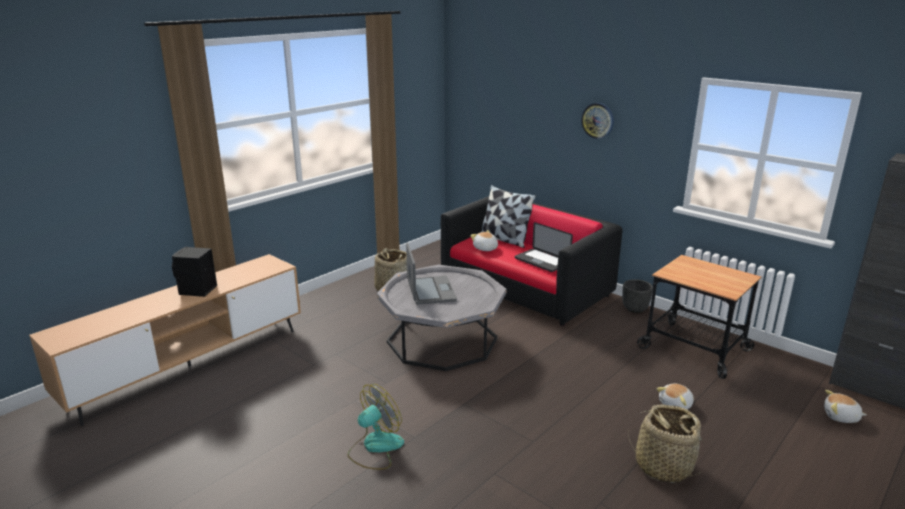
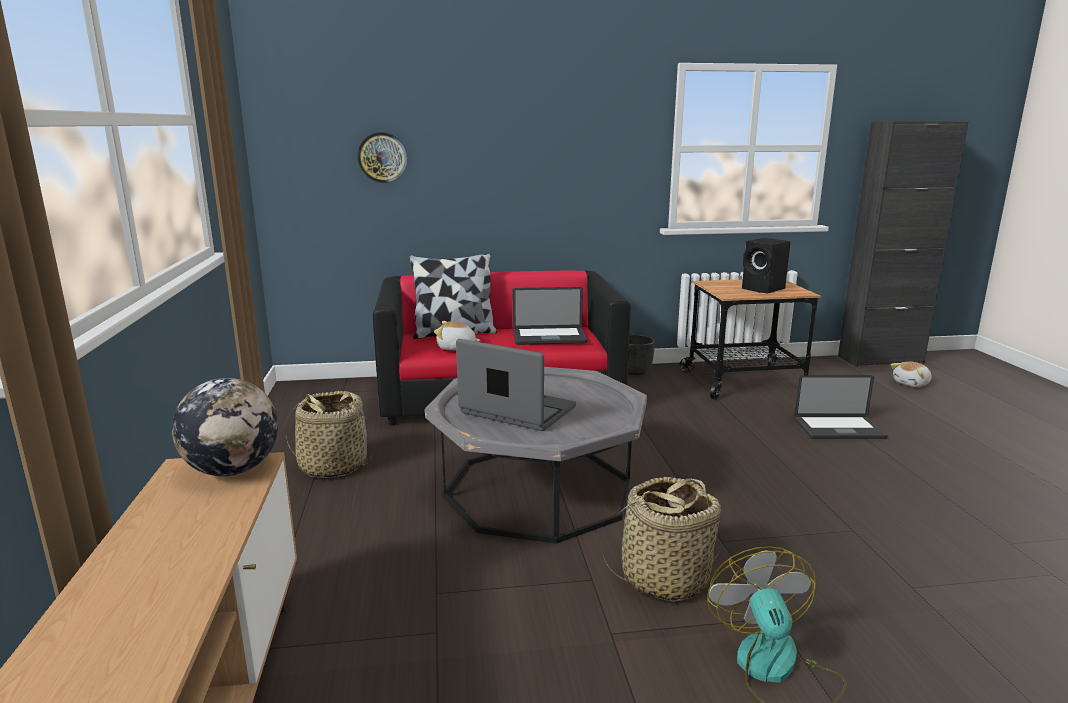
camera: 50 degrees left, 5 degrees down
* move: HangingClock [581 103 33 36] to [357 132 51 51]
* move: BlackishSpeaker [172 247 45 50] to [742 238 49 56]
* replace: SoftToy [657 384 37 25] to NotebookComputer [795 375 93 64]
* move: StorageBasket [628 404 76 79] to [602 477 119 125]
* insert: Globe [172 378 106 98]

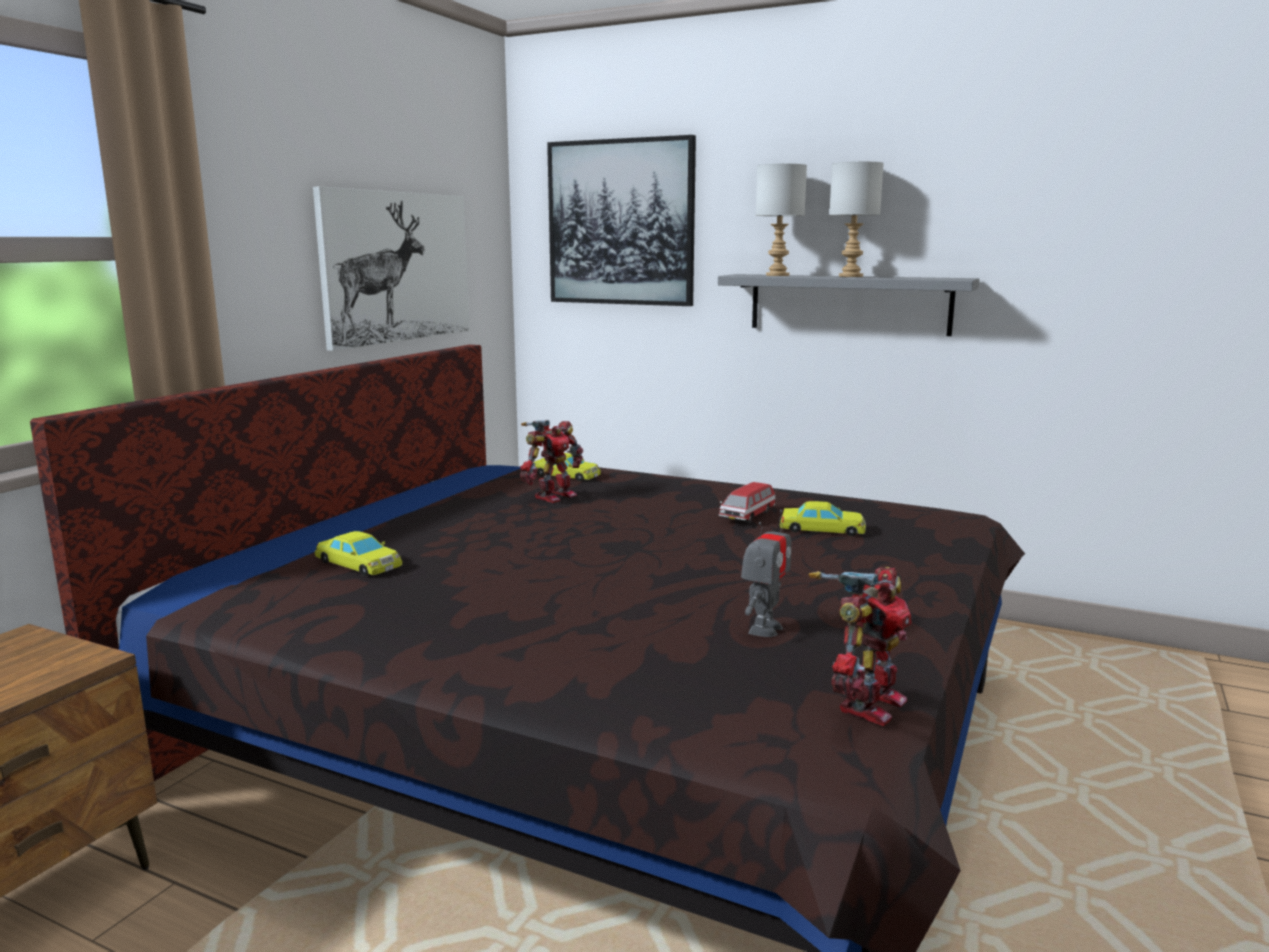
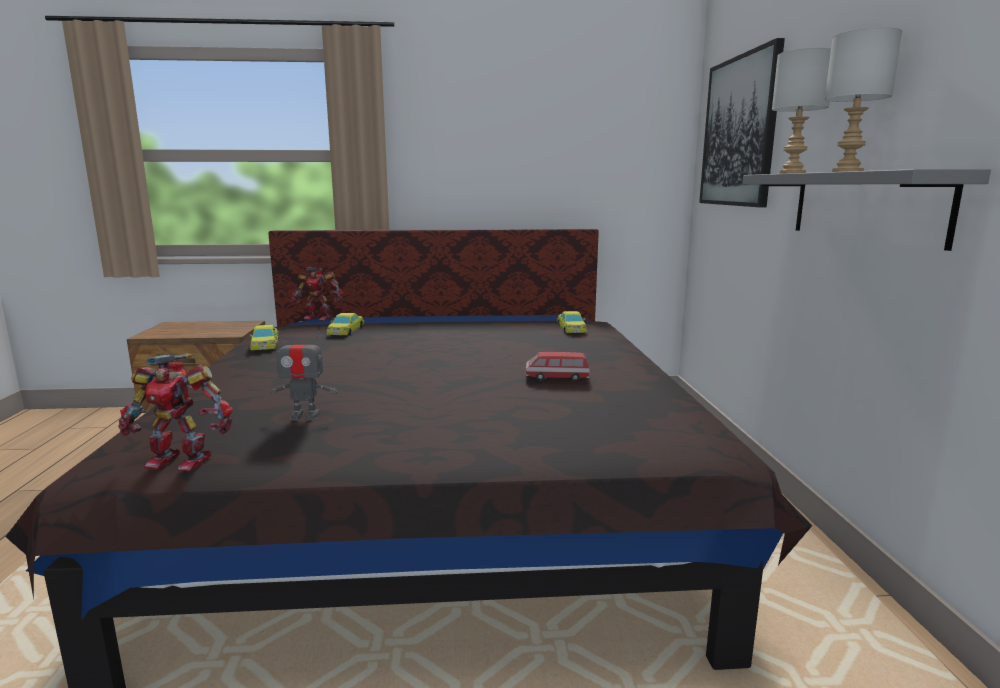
camera: 60 degrees right, 0 degrees up
* delete: WallPicture [313 187 157 164]
* move: ModelRobot [520 420 63 83] to [291 267 53 54]
* move: YellowishModelCar [780 501 86 35] to [249 325 30 25]

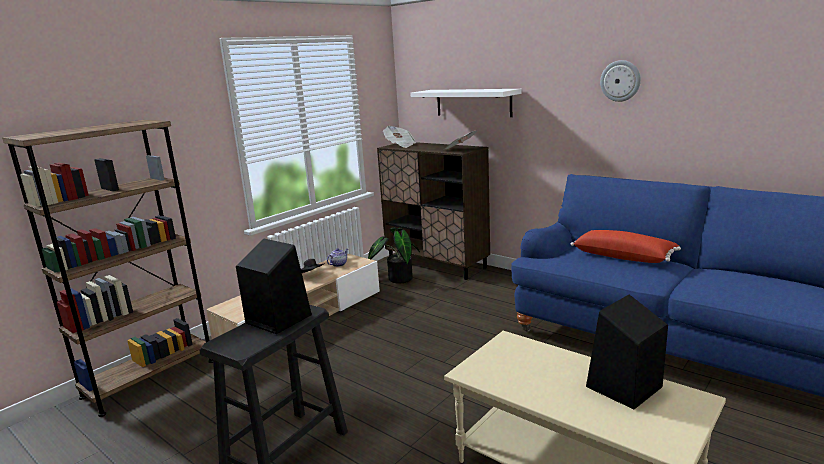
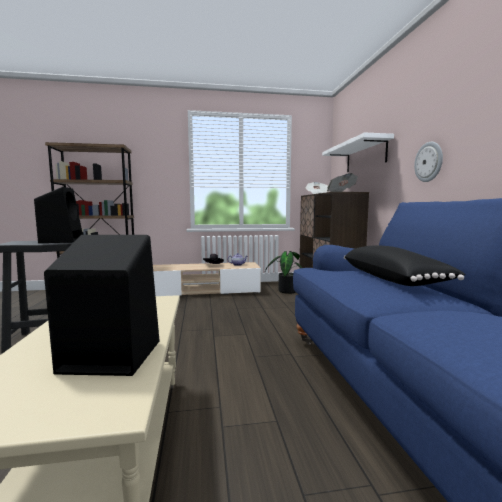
camera: 40 degrees right, 10 degrees down
* move: HangingClock [600 60 41 42] to [414 142 29 40]
* recolor: RedThrowPillow [571 230 110 33] to BlackishThrowPillow [344 245 122 41]

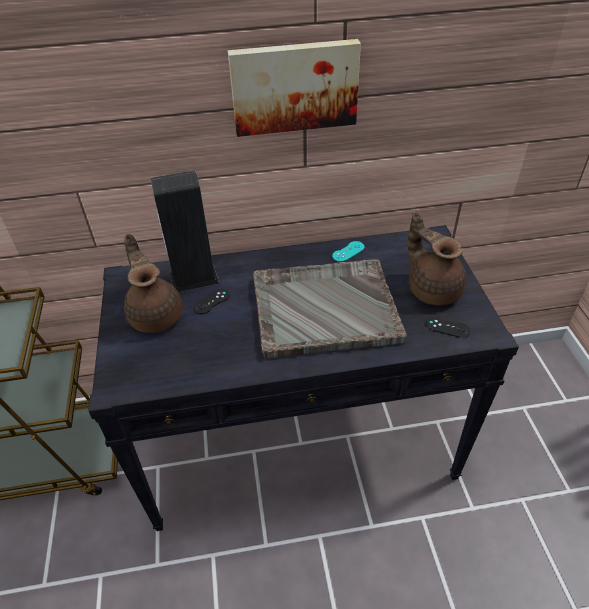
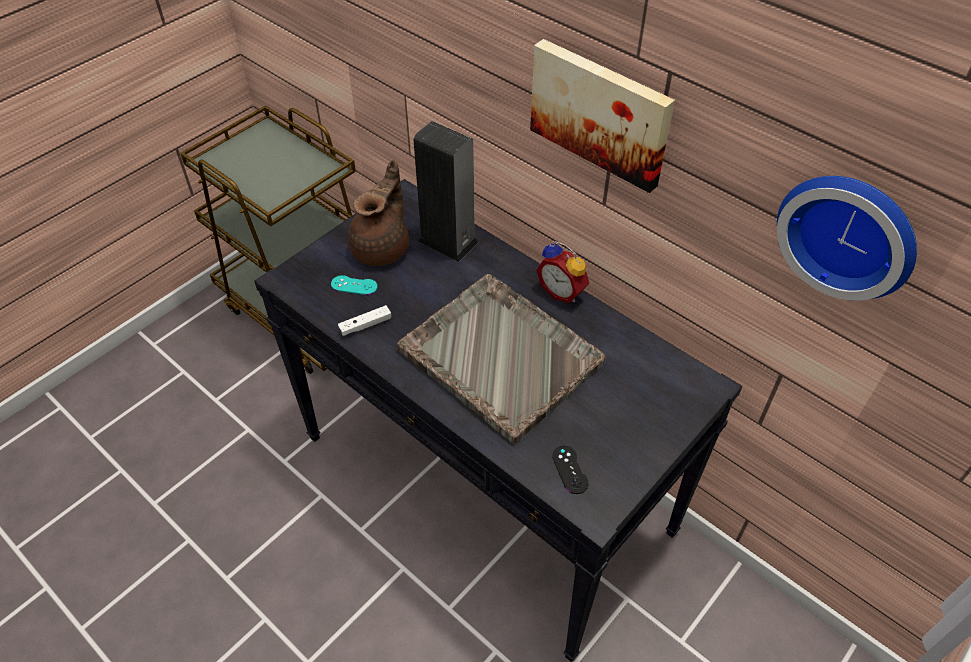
camera: 50 degrees right, 5 degrees up
* delete: BrownColouredTeapot [408 212 58 93]
* move: TurquoiseGameController [332 241 33 21] to [331 275 46 20]
* delete: BlackishGameController [193 289 37 25]
* insert: HangingClock [777 176 140 125]
* insert: AlarmClock [536 241 53 62]
* insert: WhiteColouredGameController [338 305 53 31]

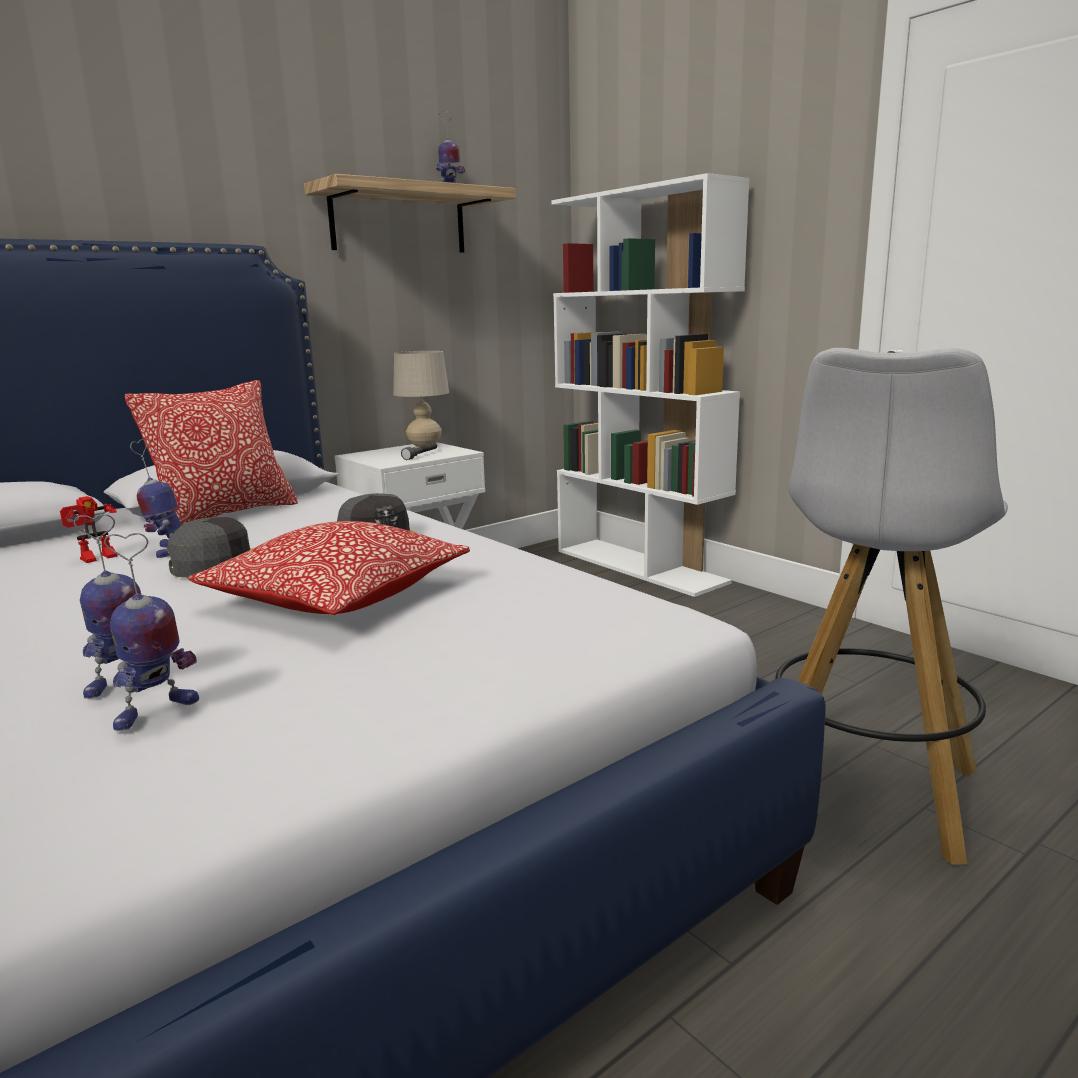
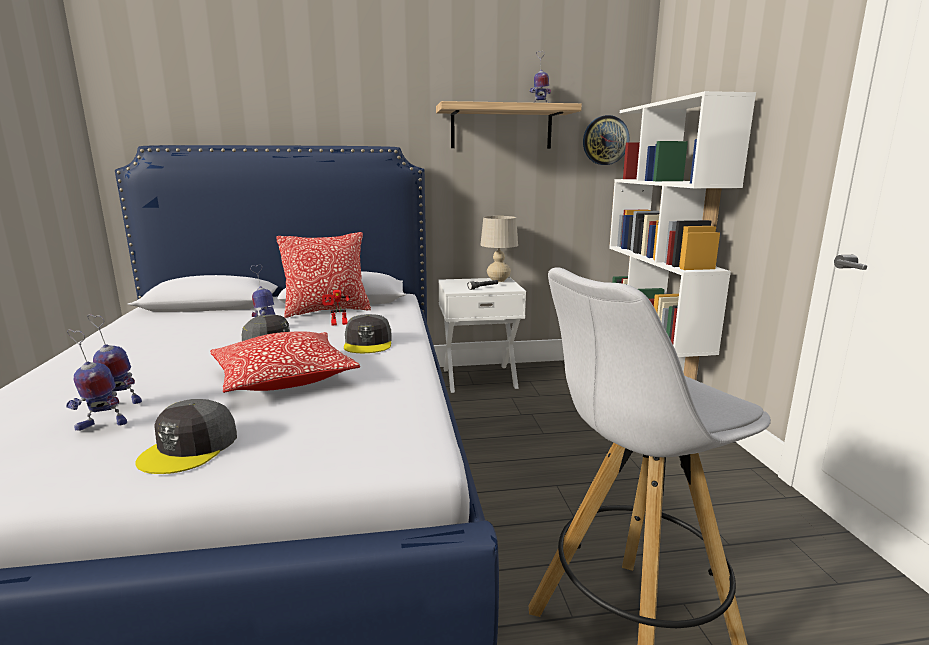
camera: 30 degrees right, 0 degrees up
* move: ModelRobot [60 496 58 67] to [322 290 28 36]
* insert: HangingClock [583 115 46 50]
* insert: GrayPeakedCap [136 399 101 75]

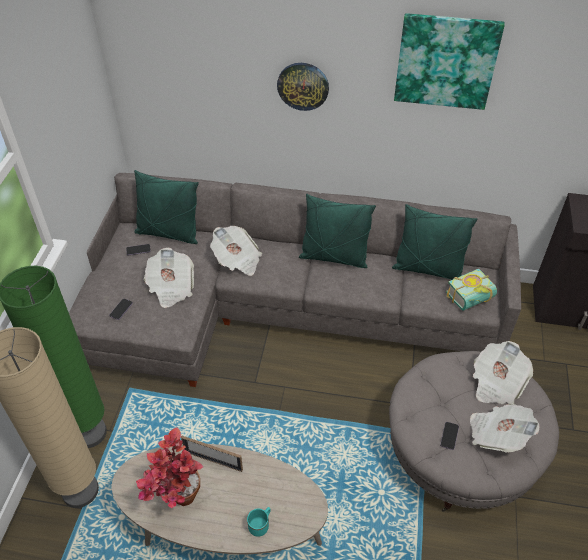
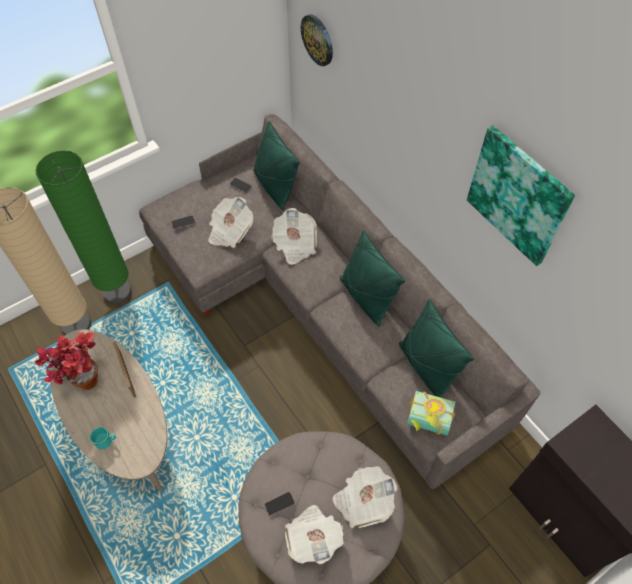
camera: 45 degrees right, 10 degrees up
* move: HangingClock [277 63 52 48] to [301 14 32 52]

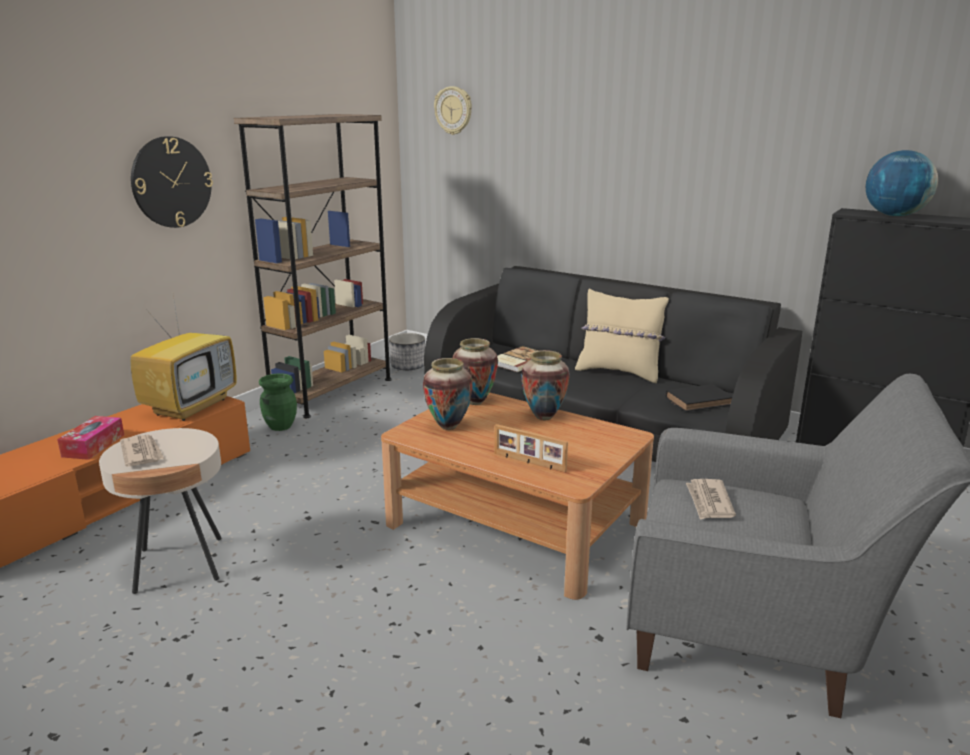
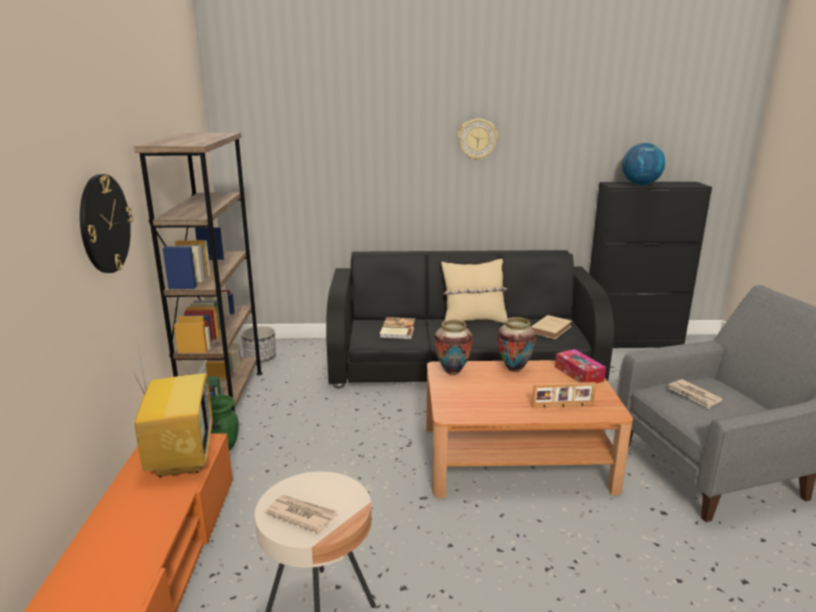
camera: 35 degrees left, 0 degrees up
* move: HangingClock [434 86 38 49] to [458 119 40 42]
* delete: FlowerVase [423 358 50 72]
* recolor: BlackishVolume [666 384 67 28] to SandColouredVolume [531 315 41 24]
* move: BoxOfTissues [57 416 67 44] to [555 349 51 34]

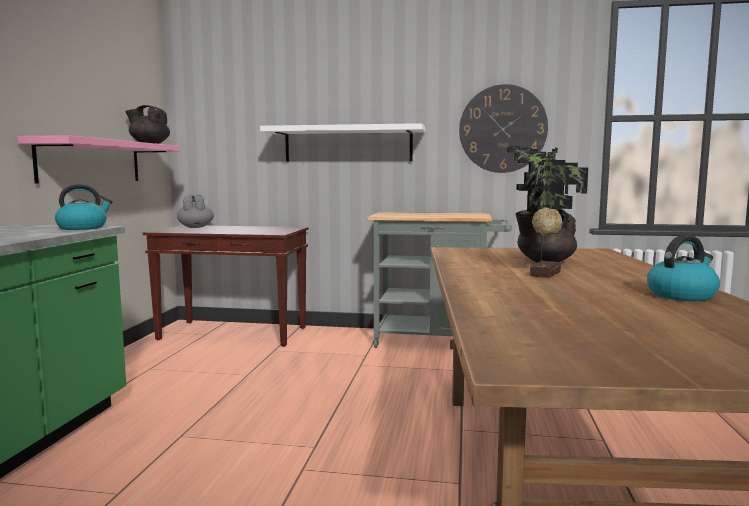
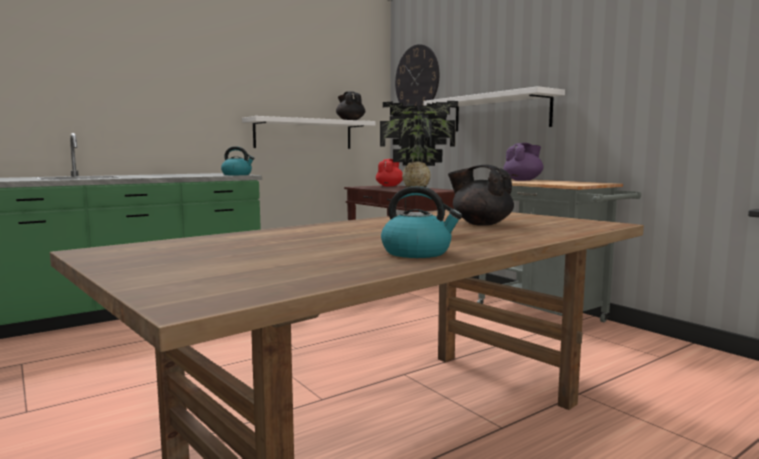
camera: 45 degrees right, 0 degrees up
* move: HangingClock [459 84 89 89] to [395 44 44 66]
* recolor: PinkBracketShelf [18 135 163 48] to WhiteColouredBracketShelf [242 116 134 33]
* recolor: GrayTeapot [177 193 37 35] to RedTeapot [376 159 27 28]
* insert: PurpleTeapot [503 143 40 38]

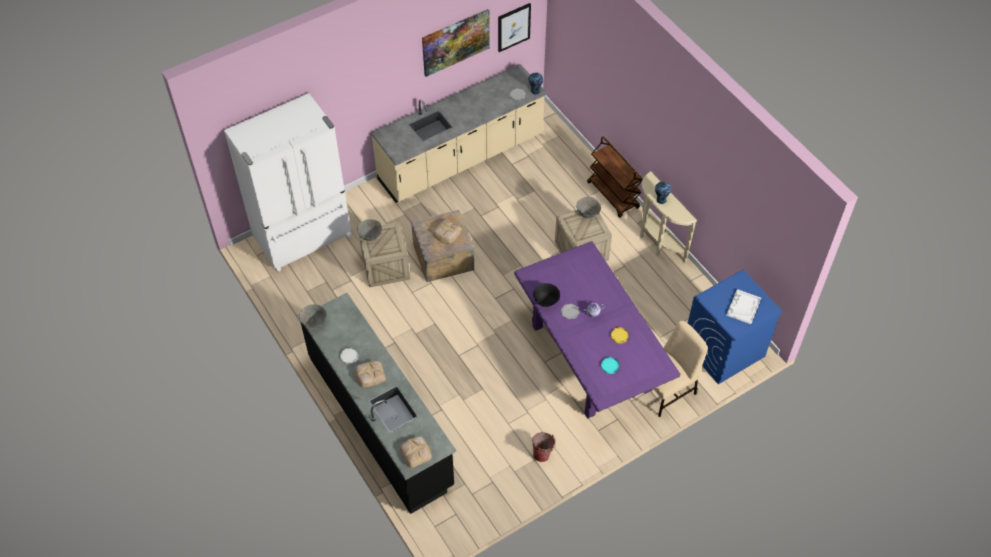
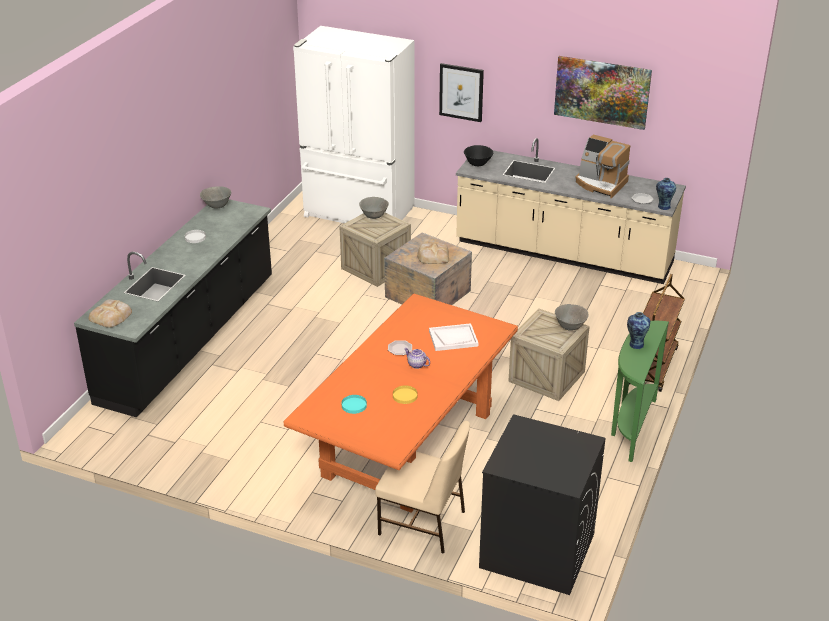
camera: 55 degrees right, 20 degrees down
* move: WallPicture [498 3 33 49] to [439 63 45 59]
* recolor: SandColouredNarrowTable [640 171 57 92] to GreenNarrowTable [611 321 58 141]
* recolor: PurpleDiningTable [514 241 167 177] to OrangeDiningTable [283 293 235 220]
* recolor: BlueLaundryMachine [688 270 95 114] to BlackishLaundryMachine [479 414 127 181]
* move: BlackishServingBowl [533 283 27 24] to [464 145 29 21]
* move: WhiteColouredCarryingTray [727 289 34 35] to [429 323 49 28]
* delete: Bread [355 361 31 27]
* delete: WaterBucket [532 432 24 30]
* insert: CoffeeBrewer [575 134 55 64]

